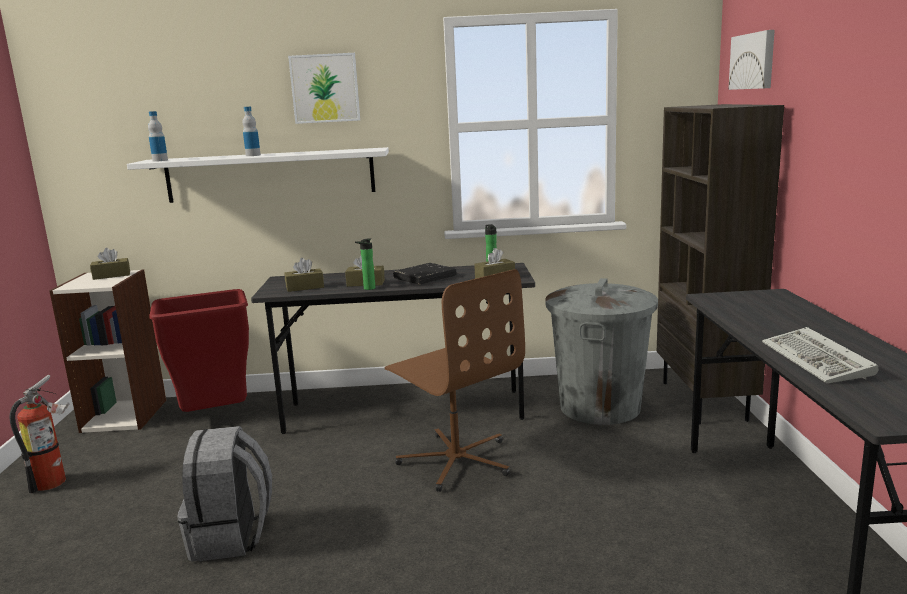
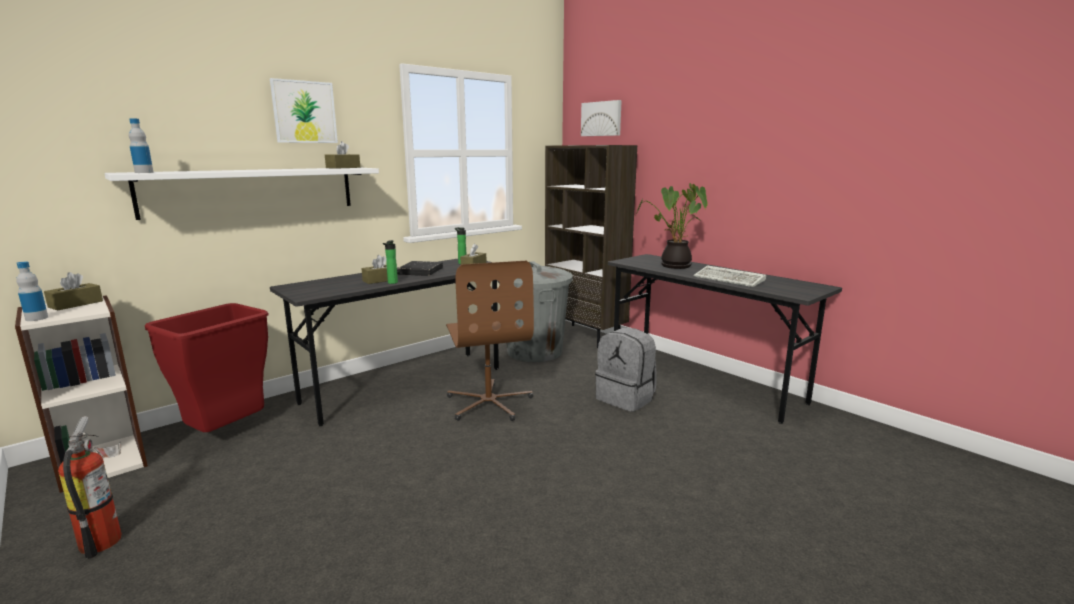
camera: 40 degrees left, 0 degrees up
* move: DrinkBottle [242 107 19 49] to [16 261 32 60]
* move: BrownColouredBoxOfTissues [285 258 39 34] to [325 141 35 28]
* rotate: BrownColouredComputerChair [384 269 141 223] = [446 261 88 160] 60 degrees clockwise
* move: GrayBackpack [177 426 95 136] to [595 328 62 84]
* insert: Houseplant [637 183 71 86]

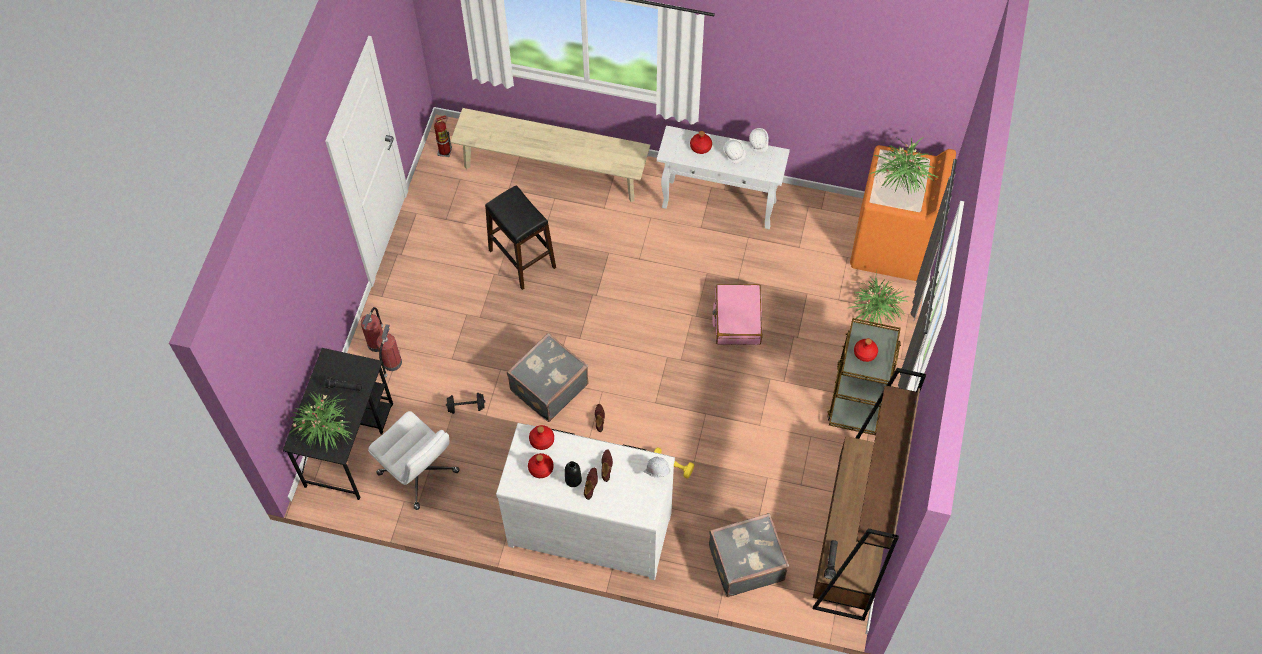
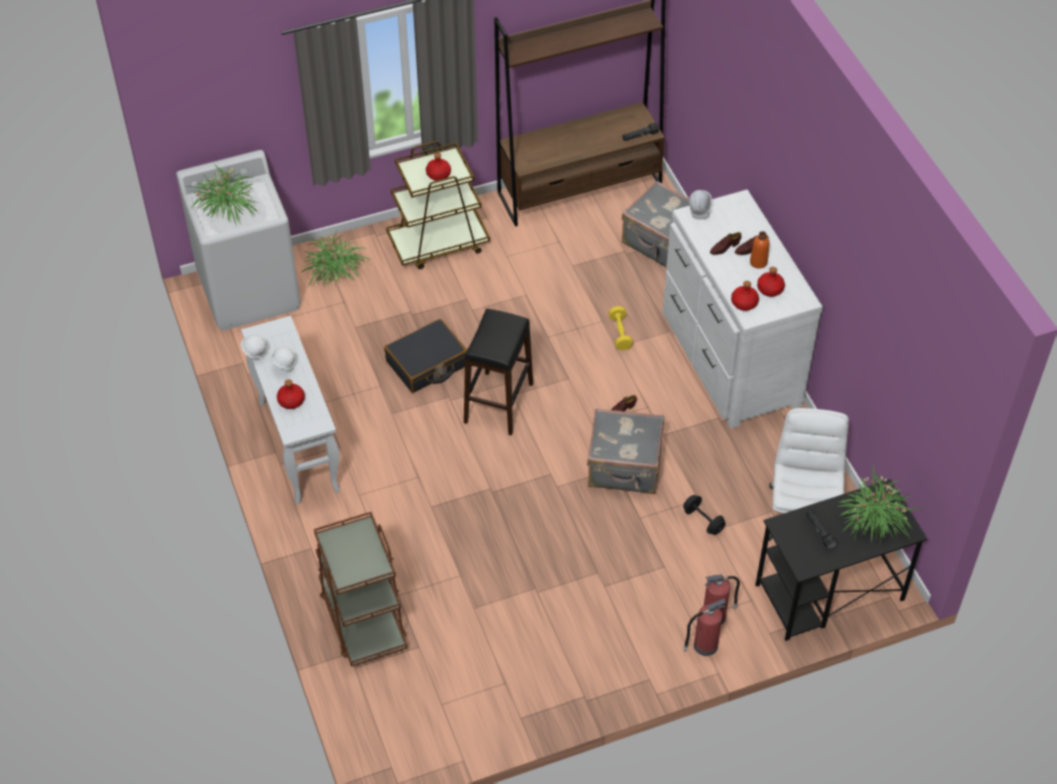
camera: 125 degrees left, 10 degrees down
* replace: SandColouredLongSeat [450 108 200 94] to BrownColouredCart [314 512 93 155]
* delete: FireFightingCylinder [434 115 18 42]
* recolor: OrangeLaundryMachine [850 145 106 136] to WhiteColouredLaundryMachine [176 150 125 181]
* move: BlackishStool [485 185 71 105] to [464 309 69 127]
* recolor: PinkSuitcase [712 284 51 61] to BlackishSuitcase [384 319 83 74]
* recolor: BlackishDrinkBottle [565 461 17 26] to OrangeDrinkBottle [750 231 20 38]

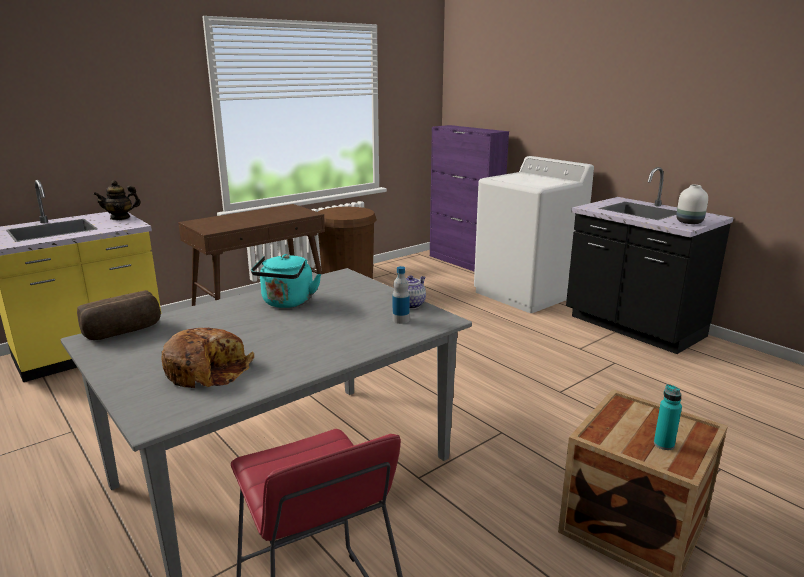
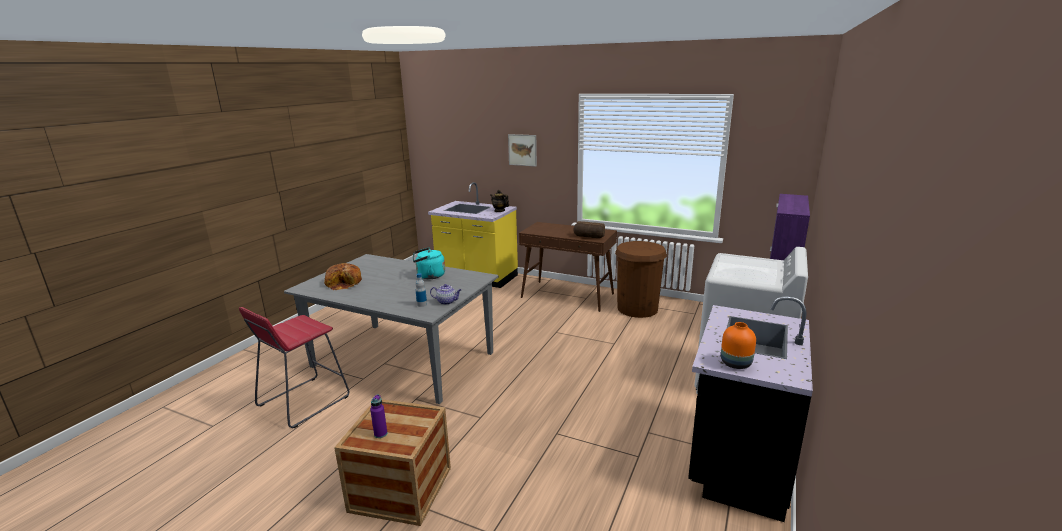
camera: 65 degrees right, 0 degrees up
* recolor: WhiteColouredFlowerVase [676 185 32 39] to OrangeFlowerVase [721 322 35 47]
* move: Bread [77 290 84 50] to [574 221 31 17]
* recolor: TurquoiseDrinkBottle [654 384 28 66] to PurpleDrinkBottle [370 395 17 43]
* insert: WallPicture [508 134 29 33]

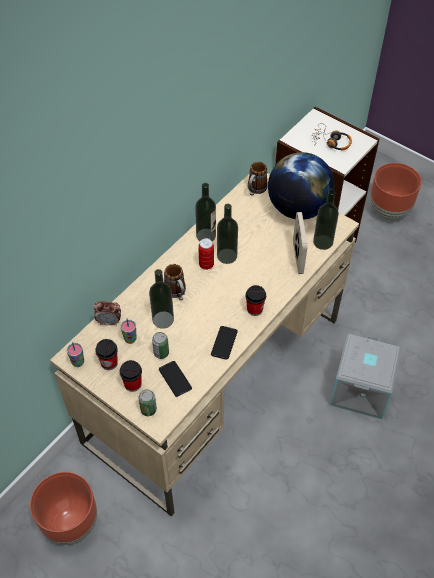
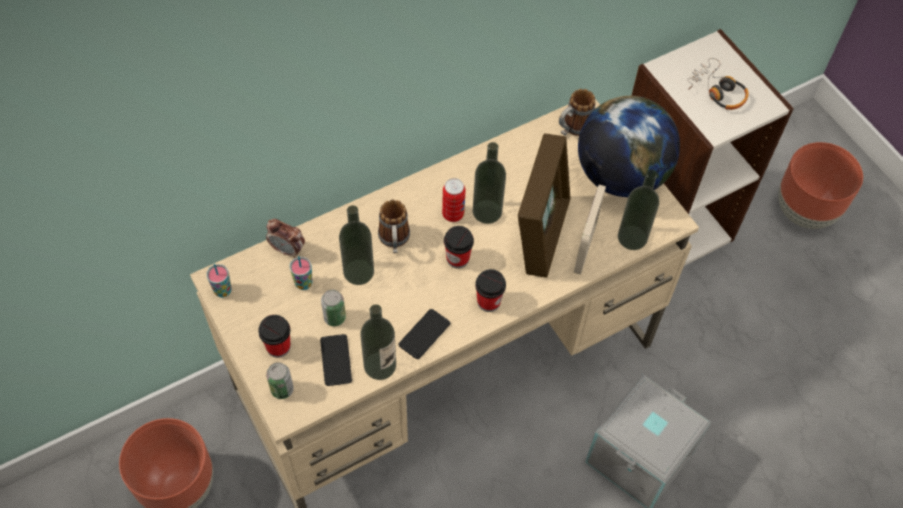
camera: 20 degrees right, 5 degrees up
* move: DrinkBottle [195 183 21 58] to [360 304 36 76]
* move: DrinkingCup [95 339 23 31] to [444 226 30 43]
* insert: PhotoFrame [518 134 52 144]

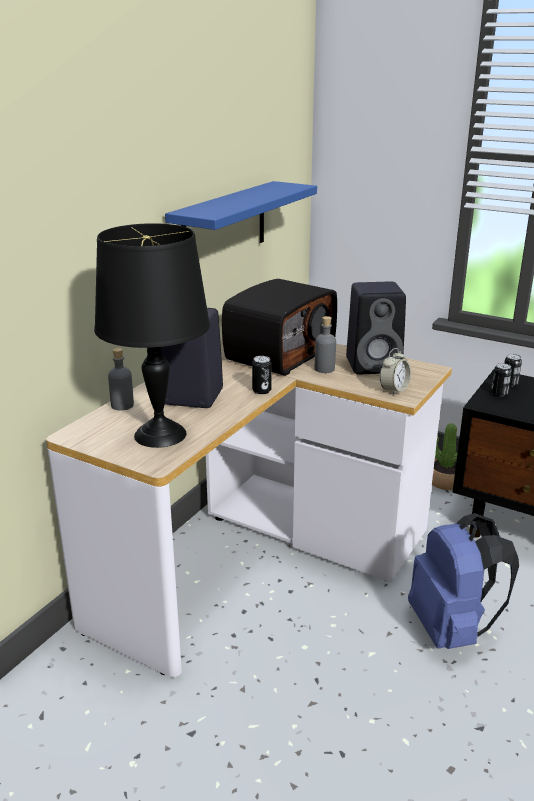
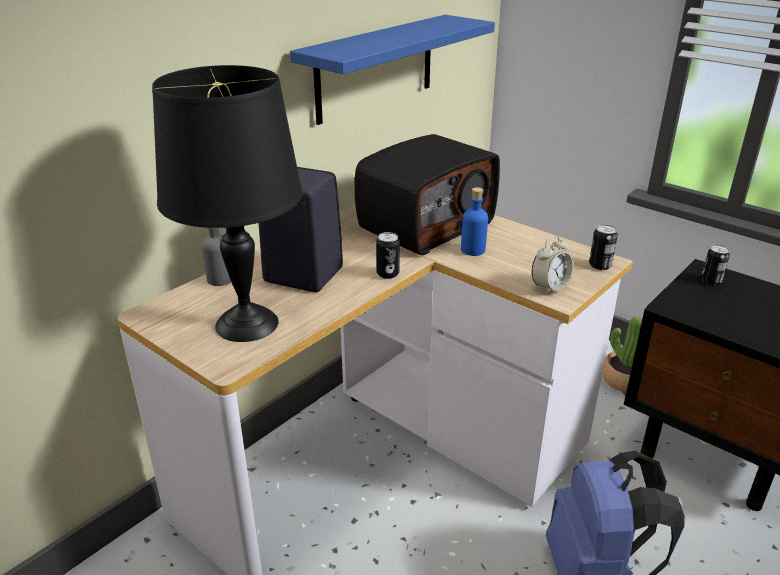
camera: 10 degrees right, 5 degrees up
* delete: BlackishSpeaker [346 282 60 92]
* recolor: GrayDrinkBottle [315 316 21 57] to BlueDrinkBottle [461 187 27 69]
* move: Can [491 363 21 33] to [589 224 29 46]

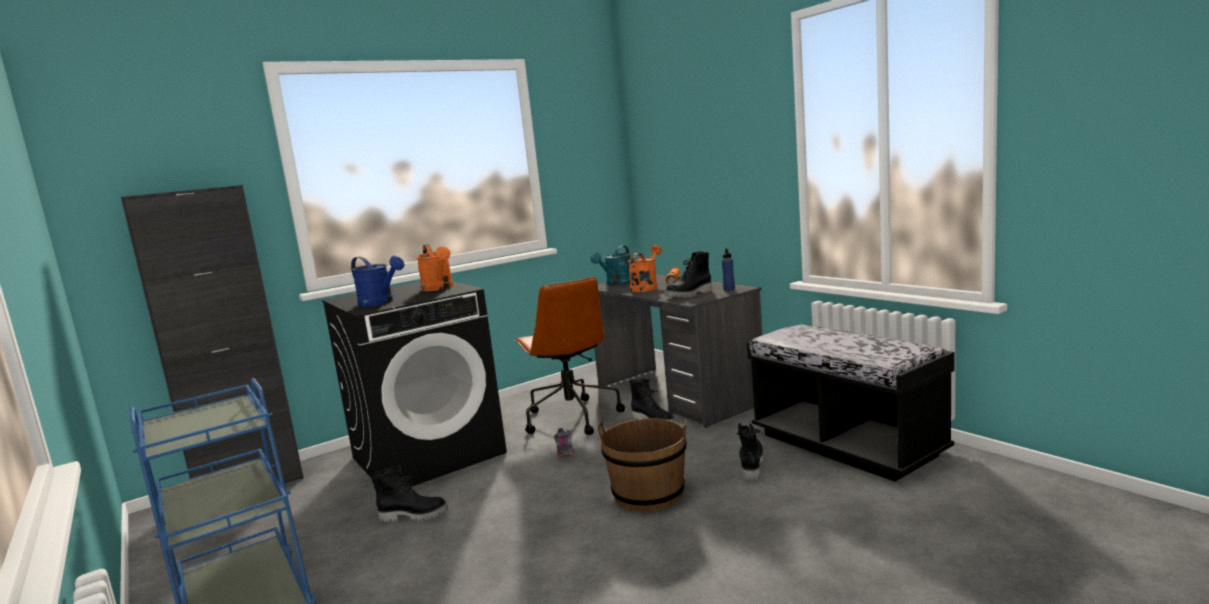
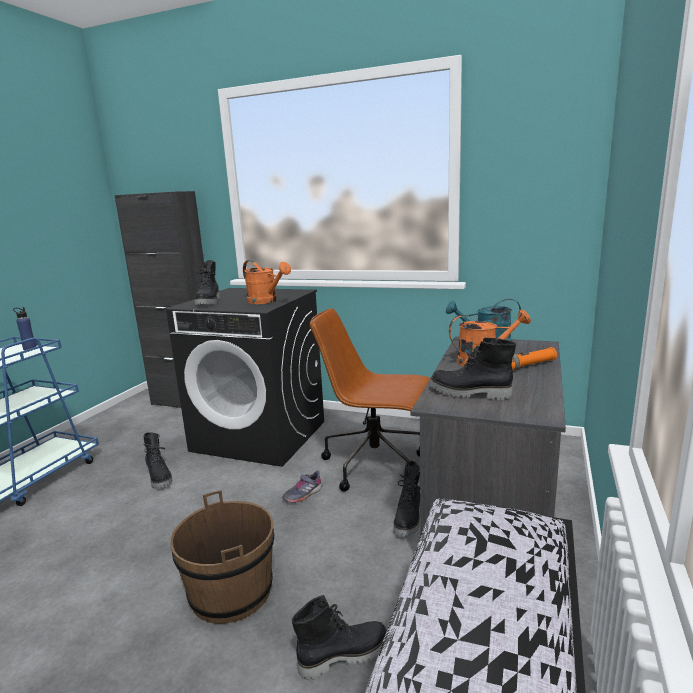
camera: 55 degrees right, 5 degrees up
* rotate: OrangeWateringCan [417 244 36 47] = [243 260 48 44] 75 degrees counterclockwise
* move: BlueDrinkBottle [722 248 13 43] to [13 307 23 43]
* replace: BlueWateringCan [351 256 53 51] to BlackishTallBoot [194 260 26 45]
* rotate: BrownColouredComputerChair [514 277 111 158] = [310 308 121 184] 75 degrees clockwise

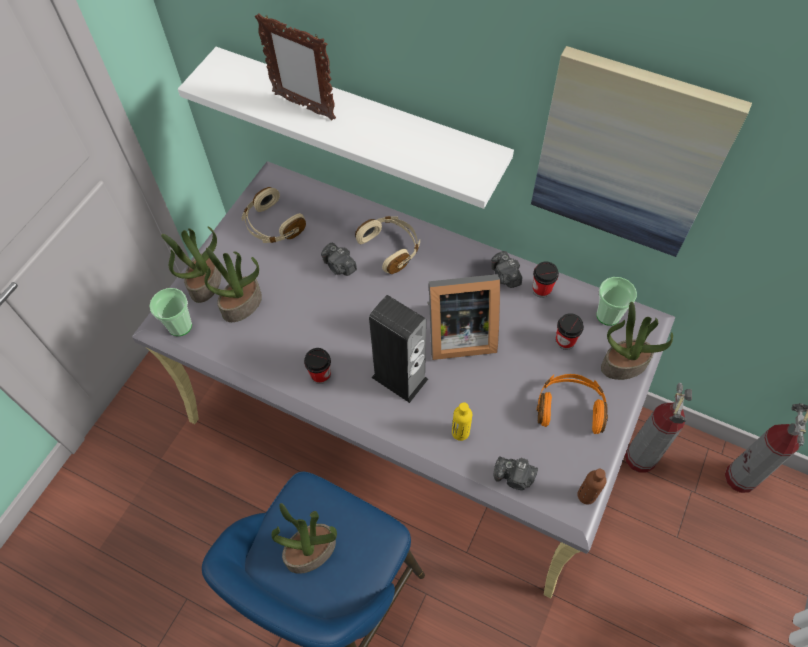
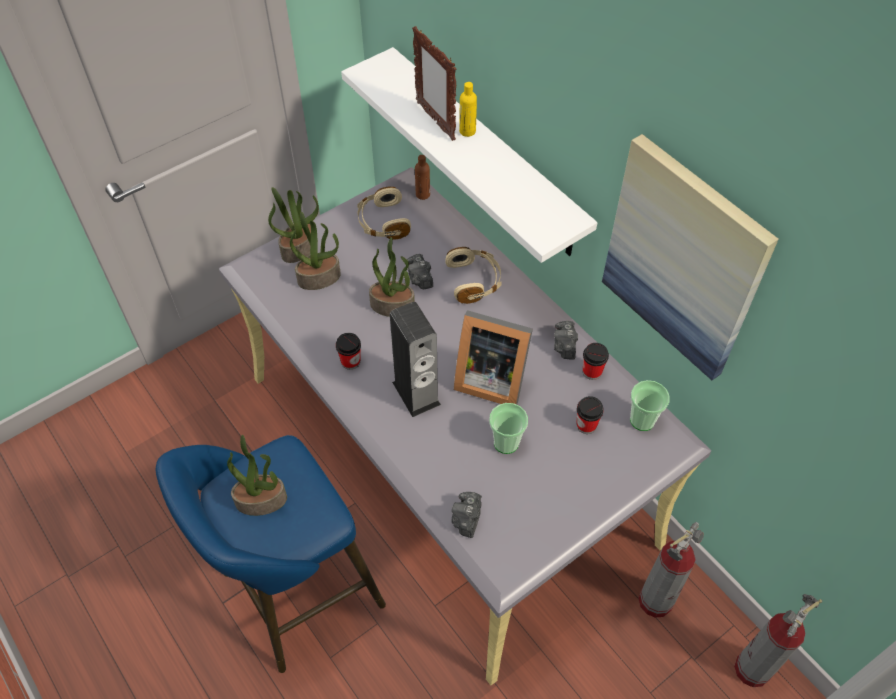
camera: 25 degrees right, 5 degrees down
* move: DrinkingCup [149 288 43 48] to [489 403 39 51]
* move: Houseplant [601 302 72 78] to [369 237 46 80]
* delete: OrangeHeadphones [537 374 71 60]
* move: YellowishDrinkBottle [452 402 20 39] to [459 82 18 55]
* rotate: PhotoCamera [494 456 44 34] = [452 492 30 46] 60 degrees clockwise
* move: BrownColouredDrinkBottle [577 469 29 35] to [415 155 15 45]

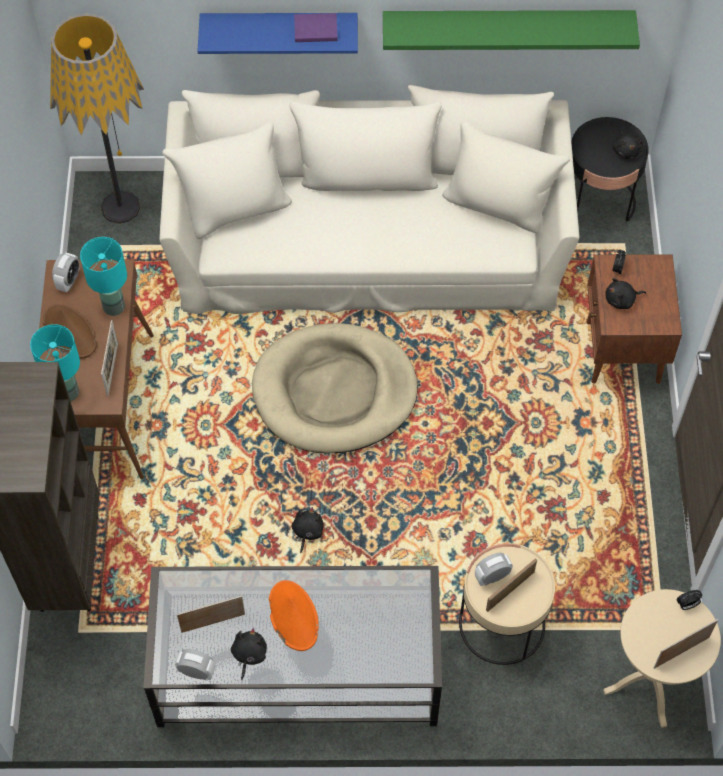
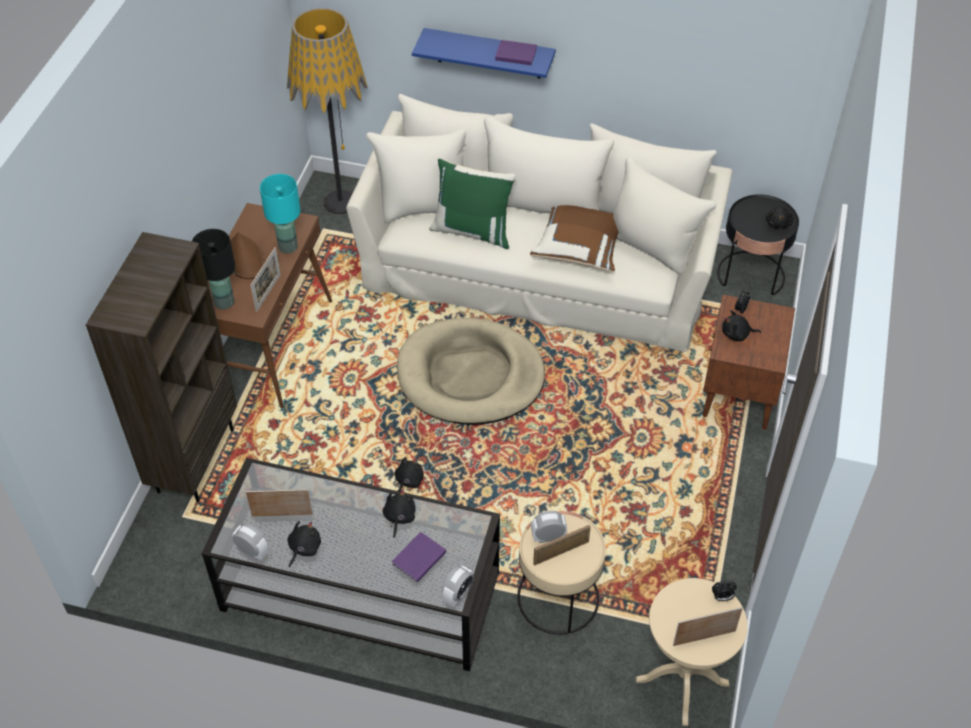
camera: 15 degrees right, 10 degrees down
* delete: GreenBracketShelf [383 10 257 40]
* move: AlarmClock [52 253 28 39] to [442 565 32 42]
* recolor: TurquoiseTabletopLamp [30 324 50 77] to BlackishTabletopLamp [192 229 43 81]
* delete: OrangeClothingHat [269 580 50 71]
* insert: GreenThrowPillow [430 158 86 91]
* insert: BrownColouredThrowPillow [530 205 88 67]
* insert: BlackishSoftToy [383 489 33 49]
* insert: PurpleVolume [392 532 54 50]

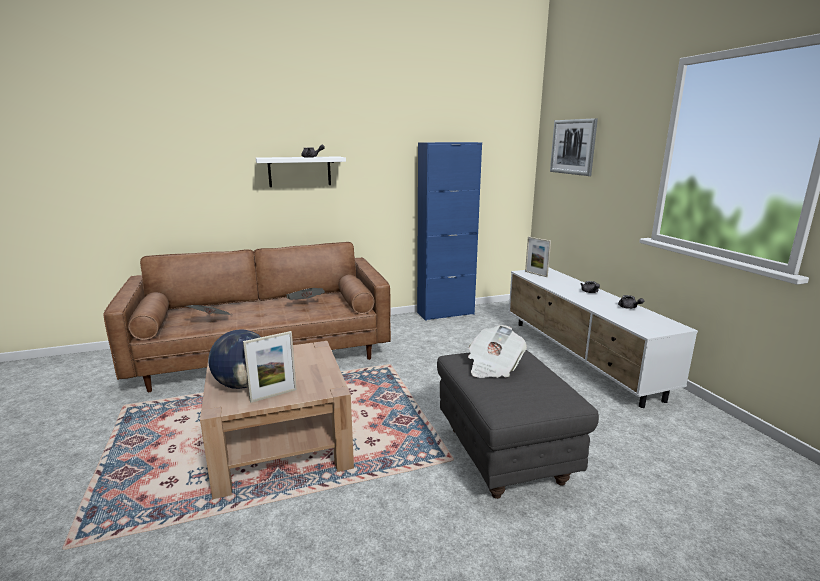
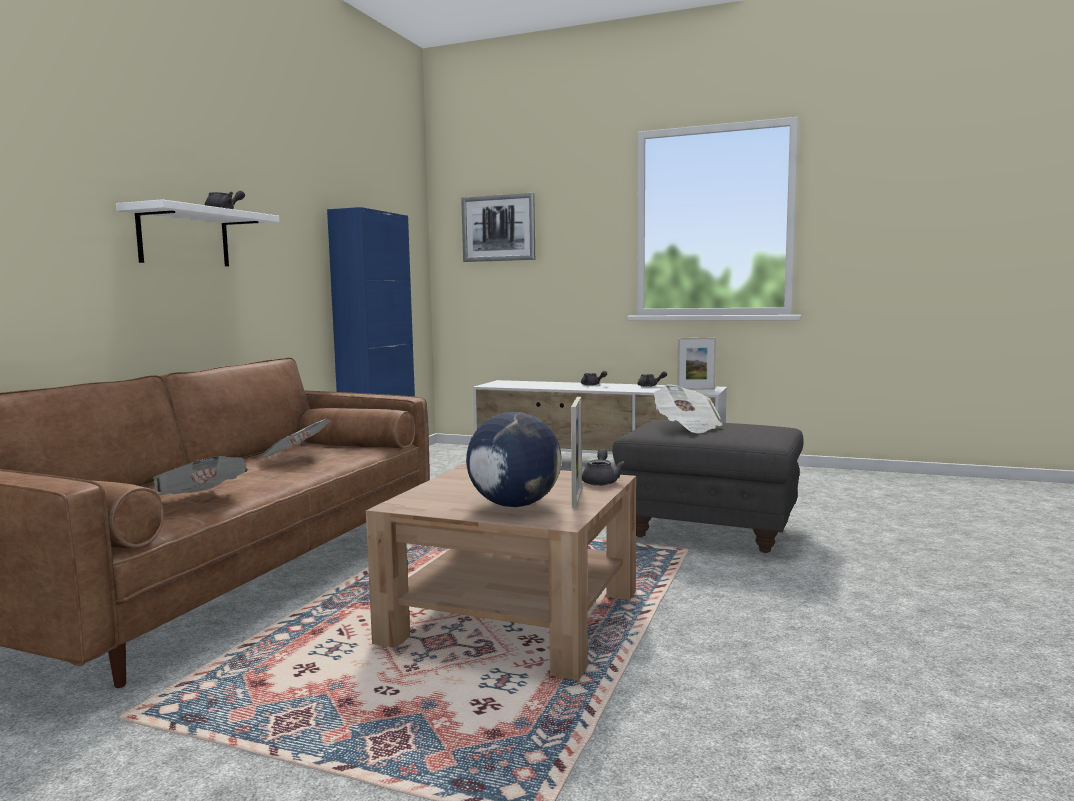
camera: 50 degrees left, 10 degrees down
* move: PhotoFrame [525 237 26 40] to [677 338 39 52]
* insert: GrayTeapot [582 449 43 37]

